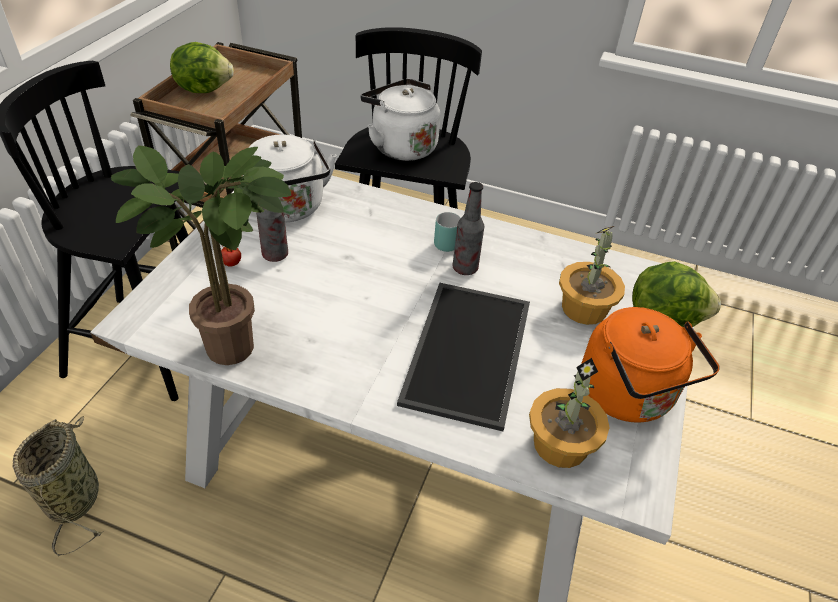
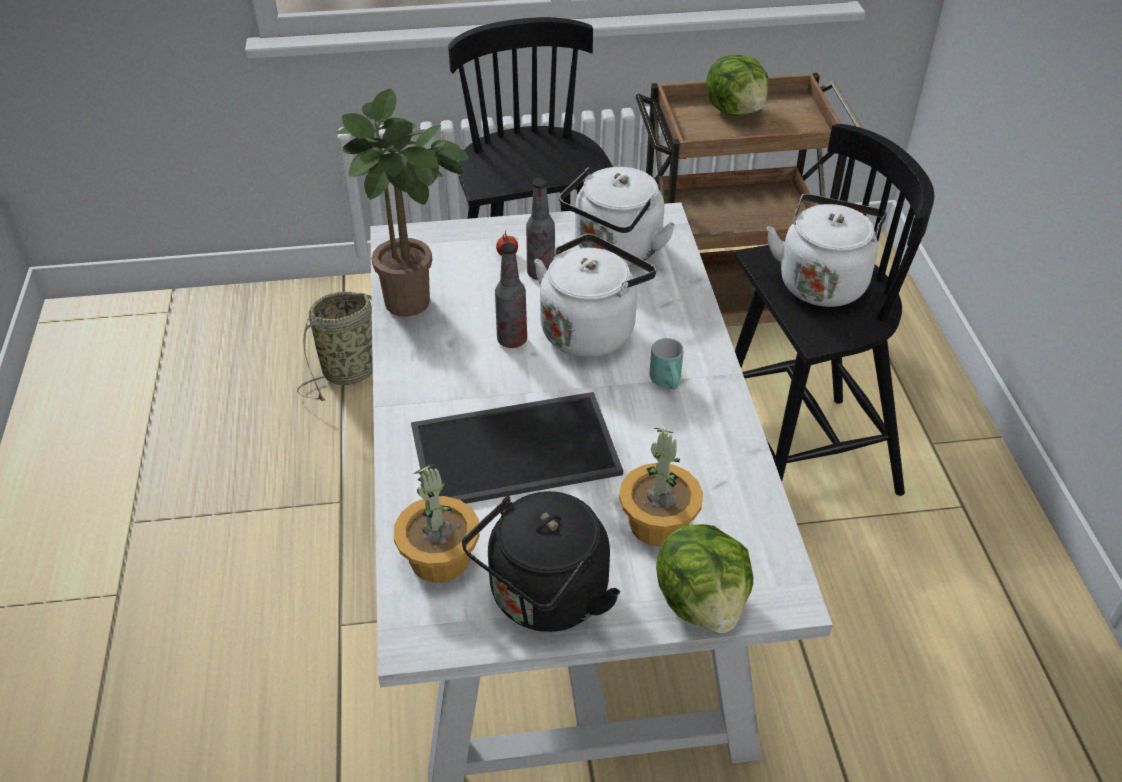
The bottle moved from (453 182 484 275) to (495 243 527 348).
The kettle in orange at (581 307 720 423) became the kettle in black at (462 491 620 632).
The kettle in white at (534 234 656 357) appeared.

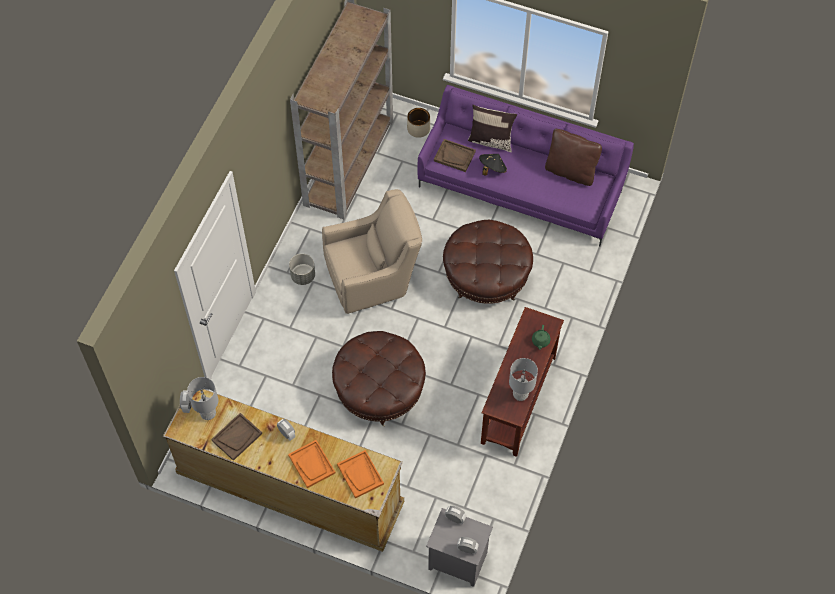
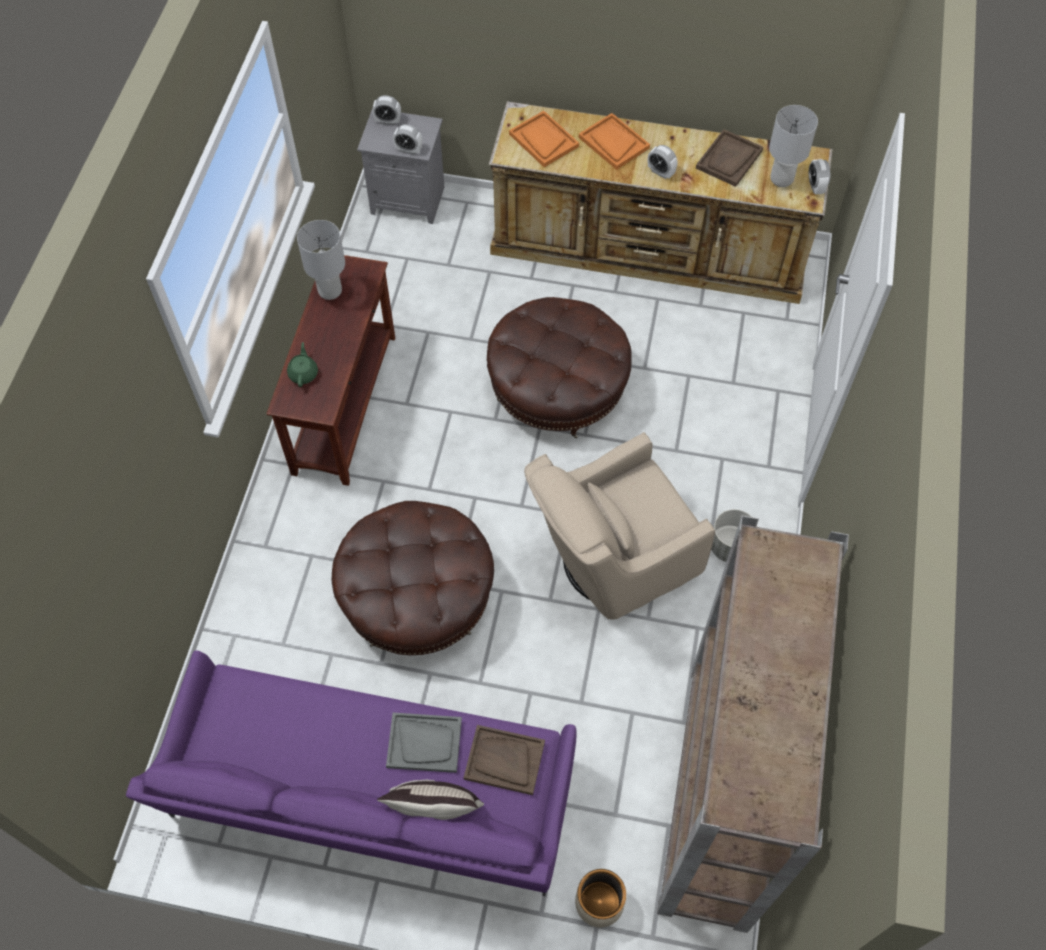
The hat in black at (479 154 507 175) was replaced by the tray in grey at (386 713 462 773).
The pillow in brown at (545 129 602 186) disappeared.

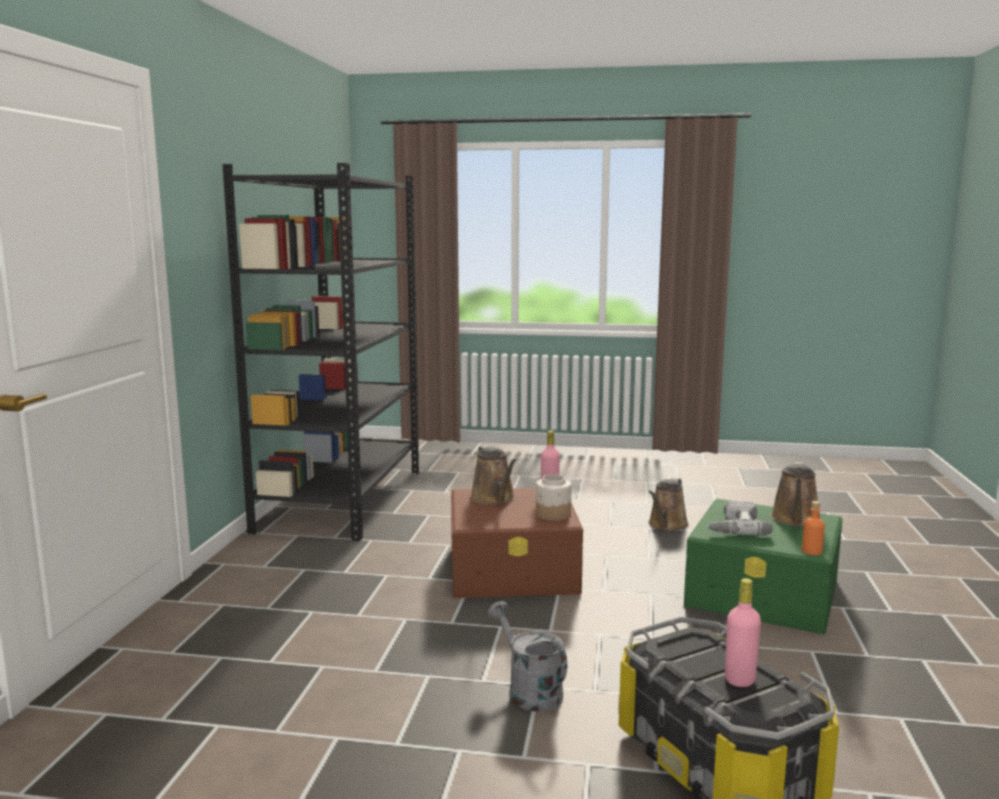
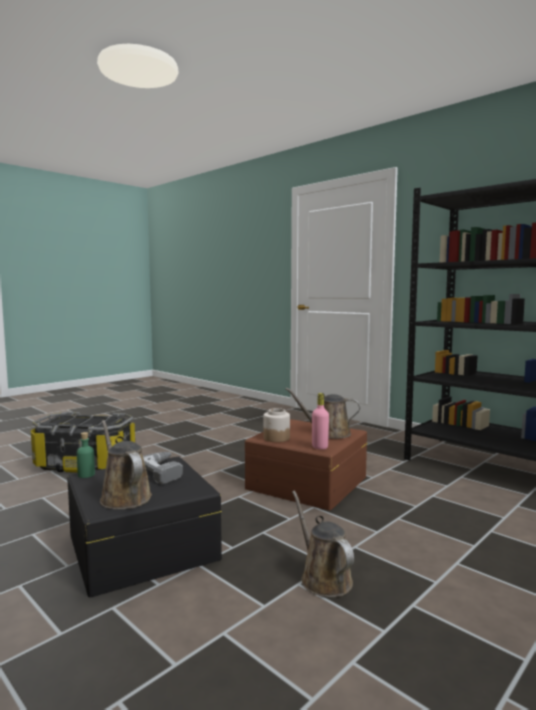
The watering can in grey at (488 601 567 712) disappeared.
The storage box in green at (684 499 843 634) became the storage box in black at (67 456 222 597).
The bottle in pink at (725 578 761 687) disappeared.
The bottle in orange at (802 501 825 555) became the bottle in green at (77 432 95 478).

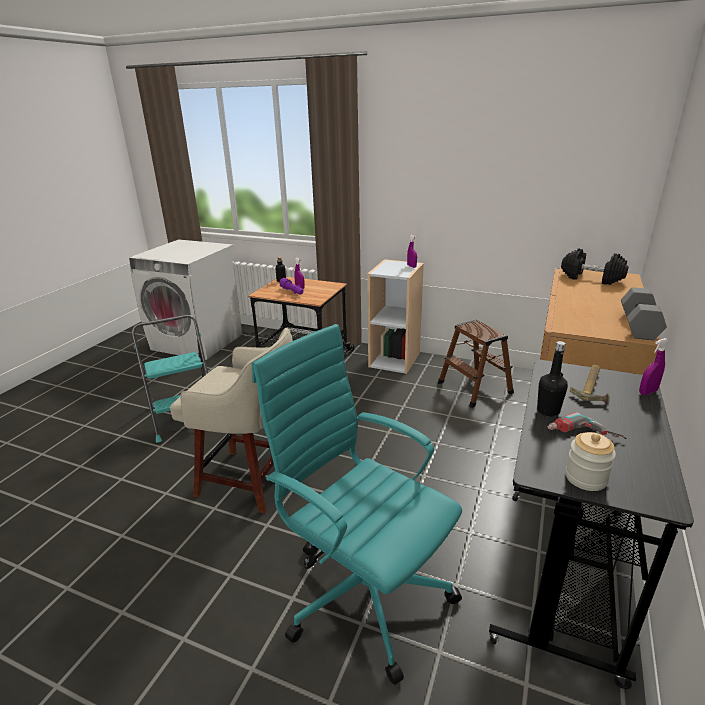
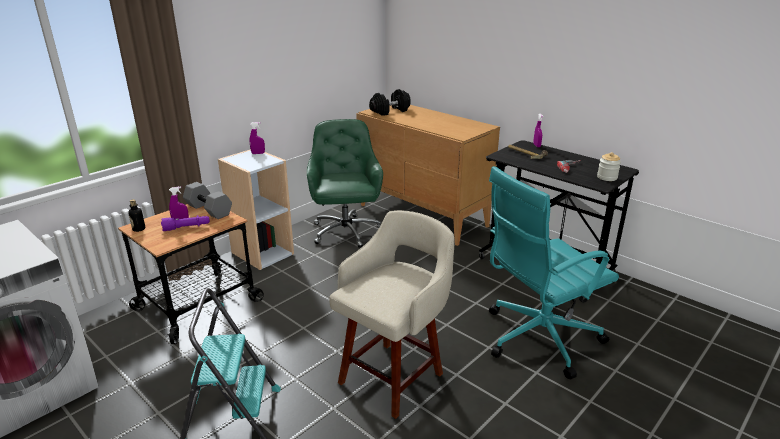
The step ladder in brown at (438 320 514 408) was replaced by the office chair in green at (307 119 383 248).
The bottle in black at (537 341 568 417) disappeared.
The dumbbell in grey moved from (621 287 667 340) to (183 182 232 219).

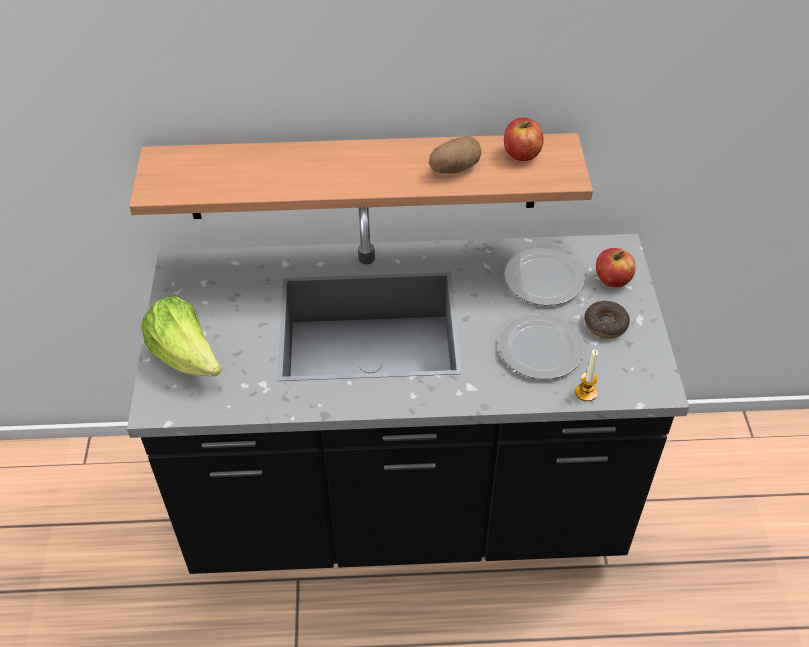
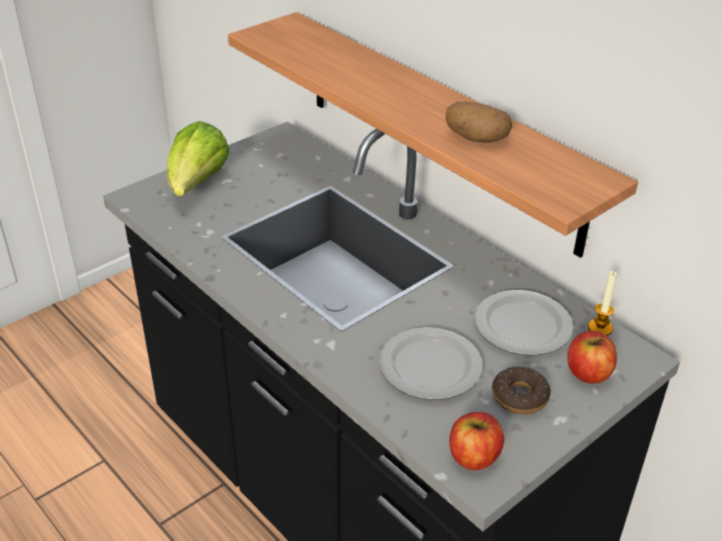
The apple moved from (504 117 544 161) to (449 412 504 470).
The candle moved from (575 350 598 401) to (588 271 617 336).

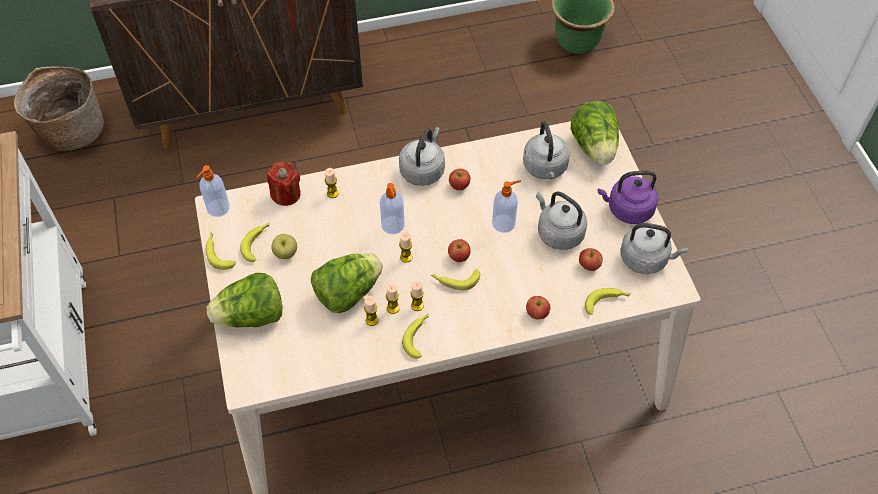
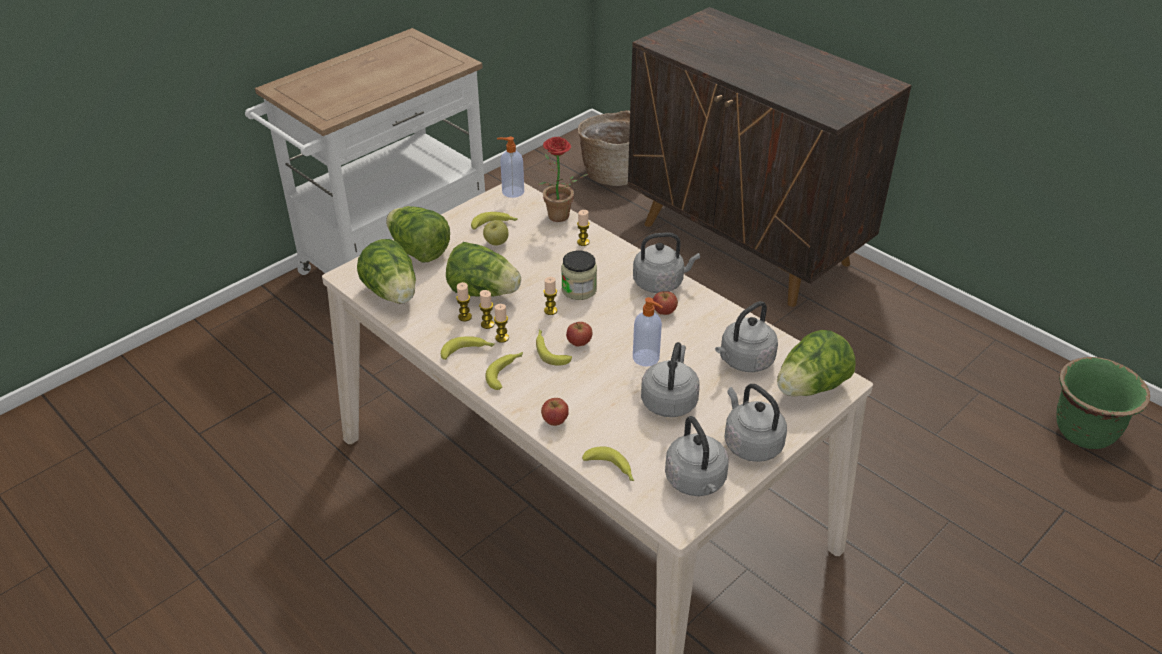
The banana moved from (206 232 236 270) to (485 352 523 390).
The candle in red at (267 162 301 206) was replaced by the potted plant at (538 137 588 222).
The soap dispenser at (380 183 405 234) was replaced by the jar at (561 251 597 300).
The apple at (579 248 603 271) disappeared.
The kettle in purple at (598 170 658 224) became the kettle in grey at (724 384 787 462).
The lettuce at (357 239 416 304) appeared.

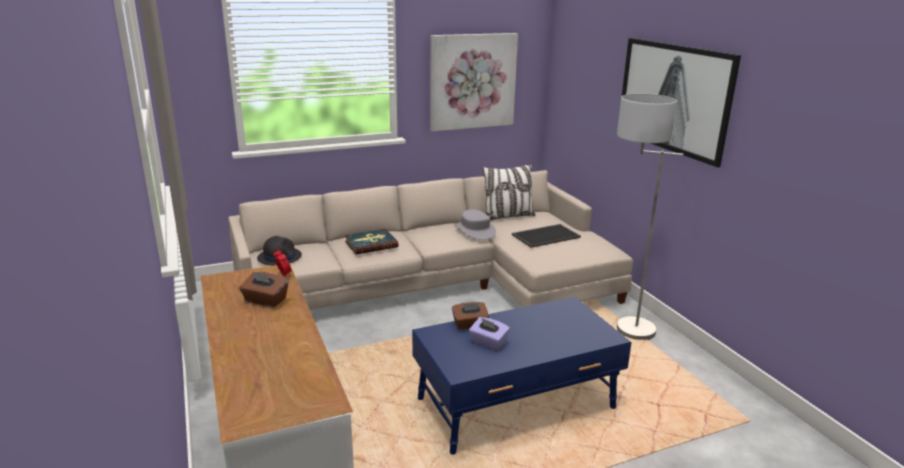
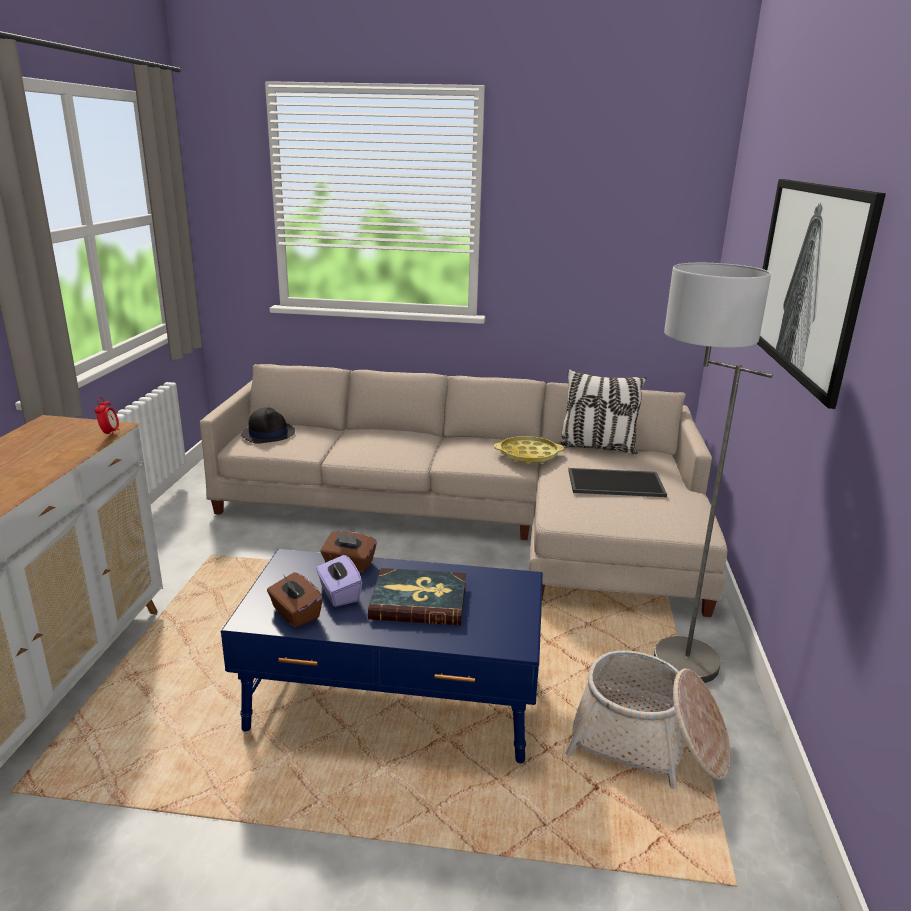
The tissue box in brown moved from (239 271 289 307) to (267 572 323 627).
The book moved from (345 229 398 255) to (368 568 466 625).
The picture at (430 33 518 131) disappeared.
The hat in grey at (455 209 496 240) was replaced by the tray in yellow at (494 436 564 464).
The basket at (565 650 731 789) appeared.

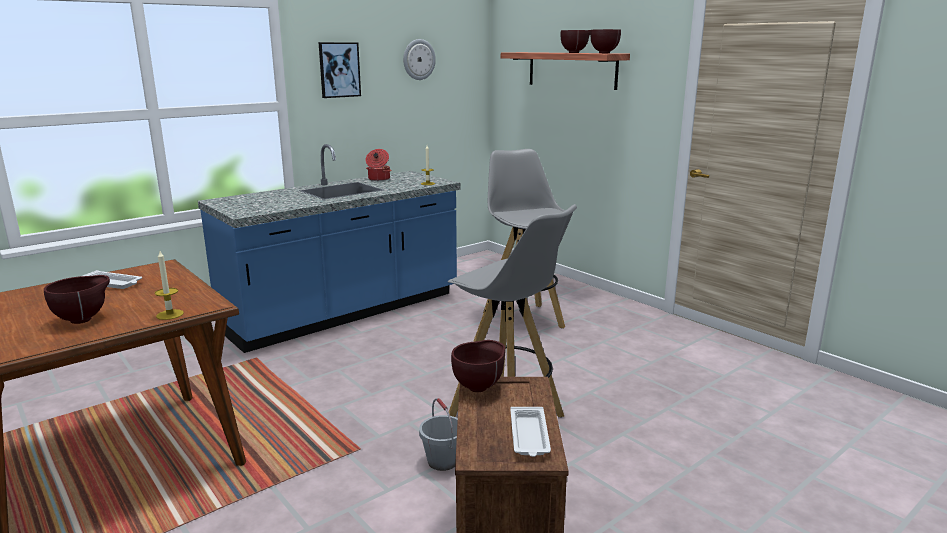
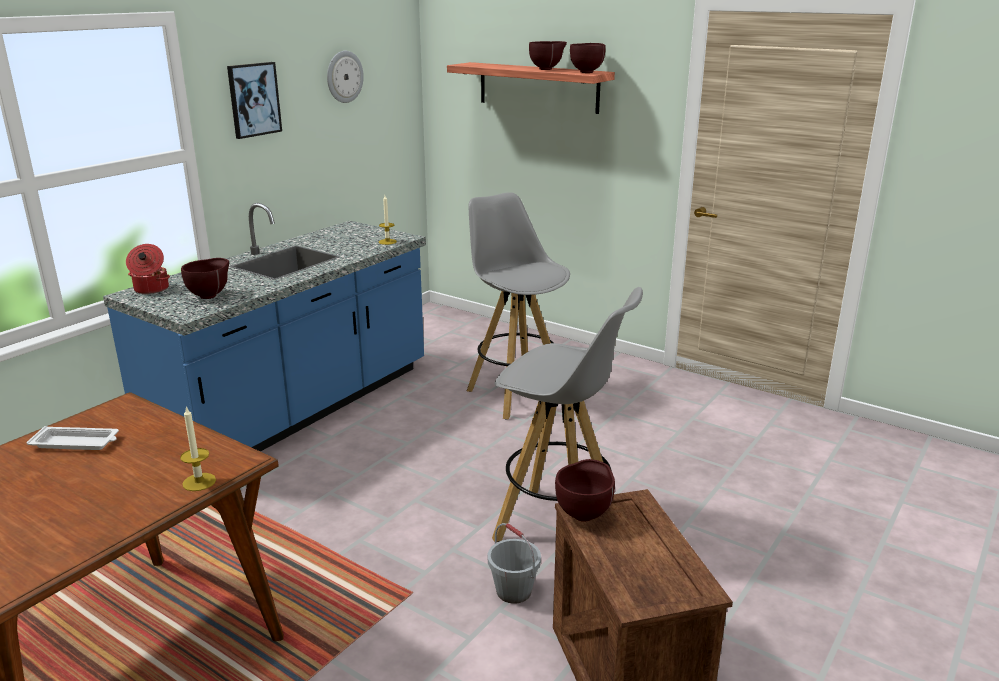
The bowl in brown moved from (44 275 110 324) to (181 258 229 299).
The cooking pot moved from (365 149 392 181) to (126 244 170 294).
The tray in white at (510 407 551 457) disappeared.

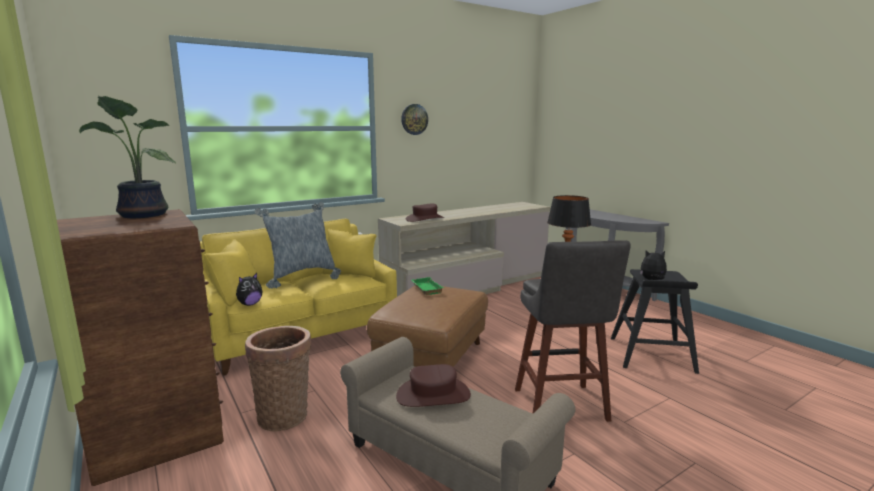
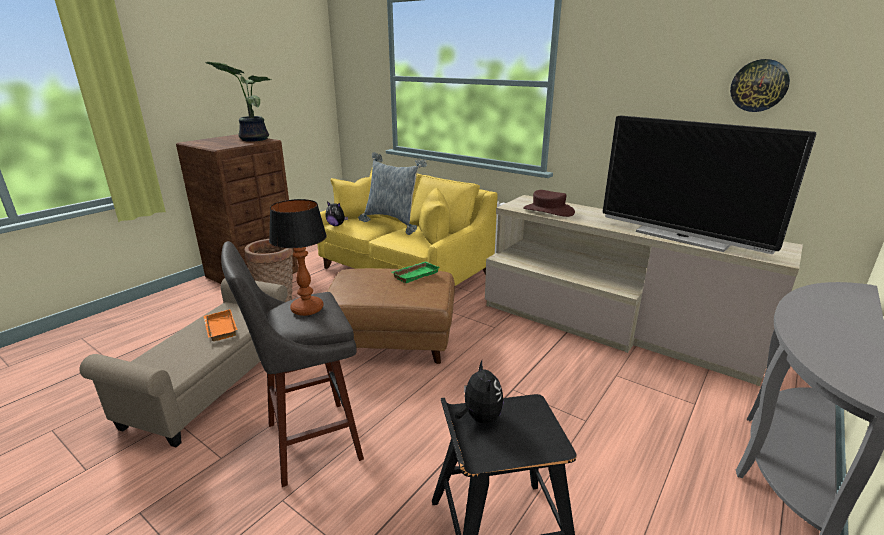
The hat in brown at (396 364 471 407) was replaced by the tray in orange at (203 309 237 341).
The wall clock moved from (401 104 428 135) to (730 59 790 112).
The television at (603 115 816 254) appeared.

